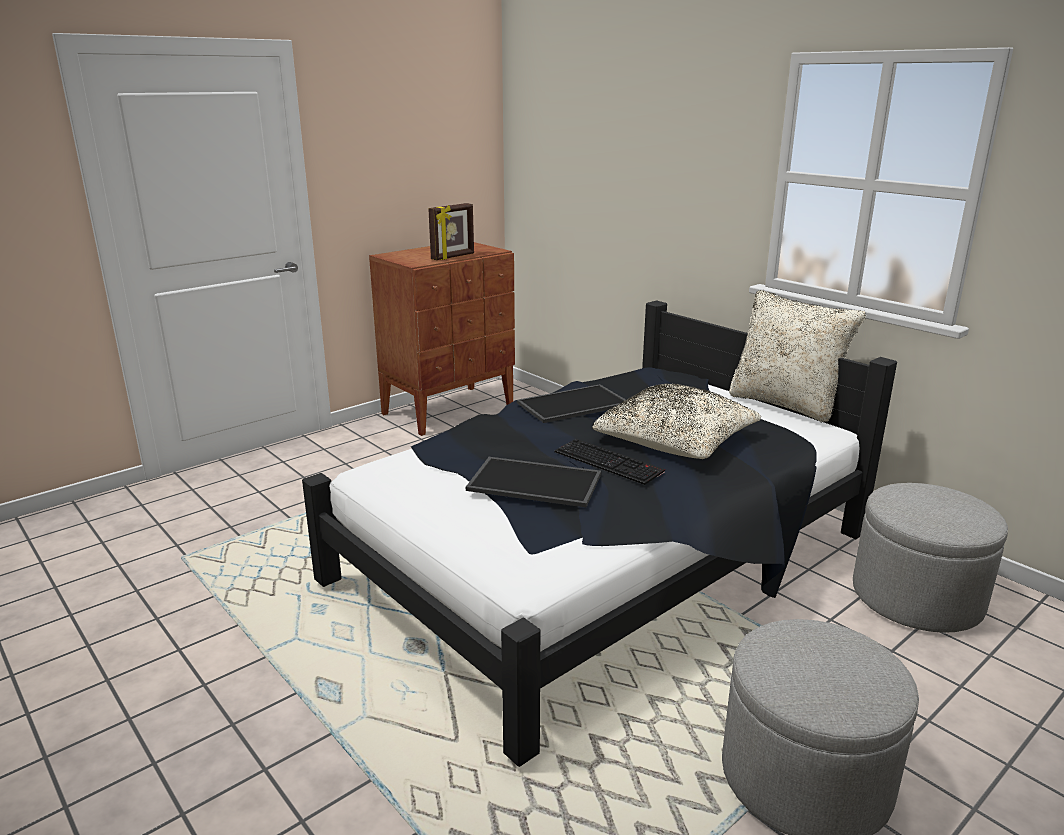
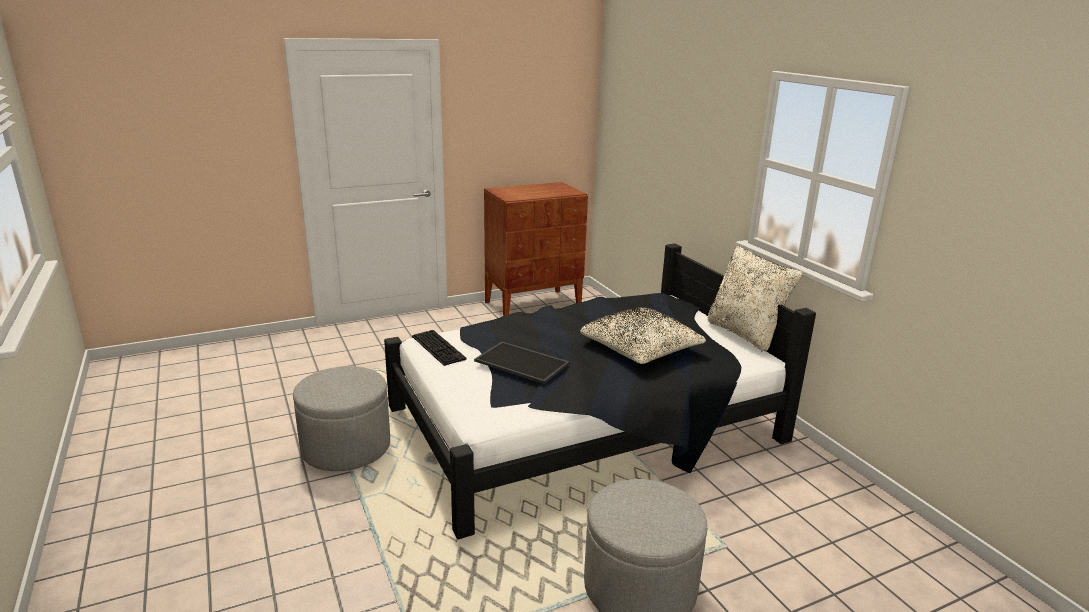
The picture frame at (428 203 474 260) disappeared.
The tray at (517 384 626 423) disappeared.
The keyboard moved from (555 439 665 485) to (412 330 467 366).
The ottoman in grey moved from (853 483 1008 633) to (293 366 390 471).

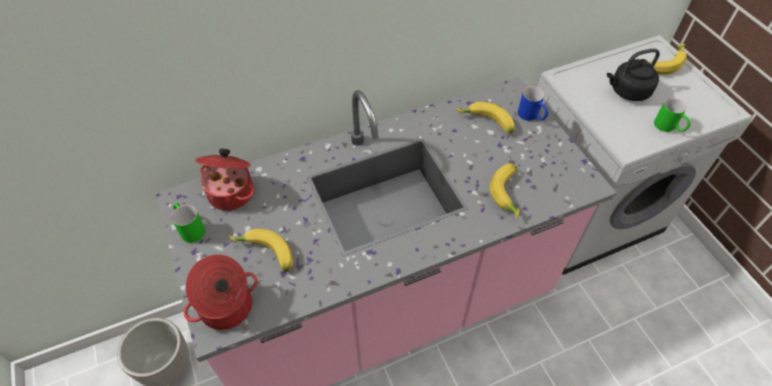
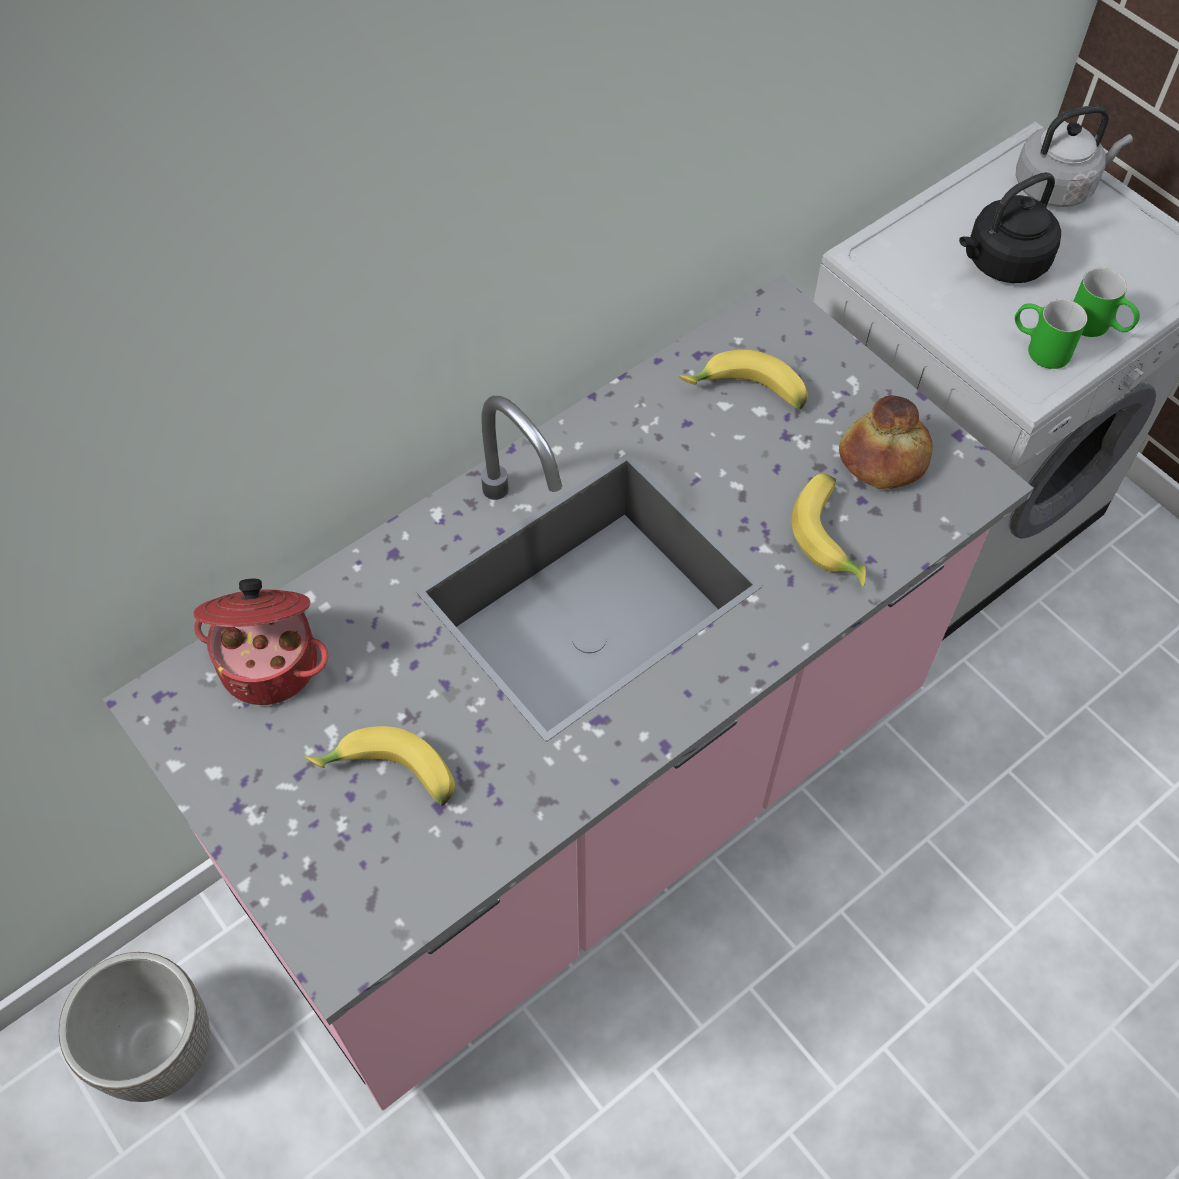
The mug in green moved from (171 203 205 243) to (1015 299 1087 369).
The cooking pot at (184 255 258 330) disappeared.
The mug in blue at (518 87 549 121) disappeared.
The banana at (649 44 687 75) was replaced by the kettle in grey at (1016 105 1133 207).
The bread at (839 395 933 489) appeared.

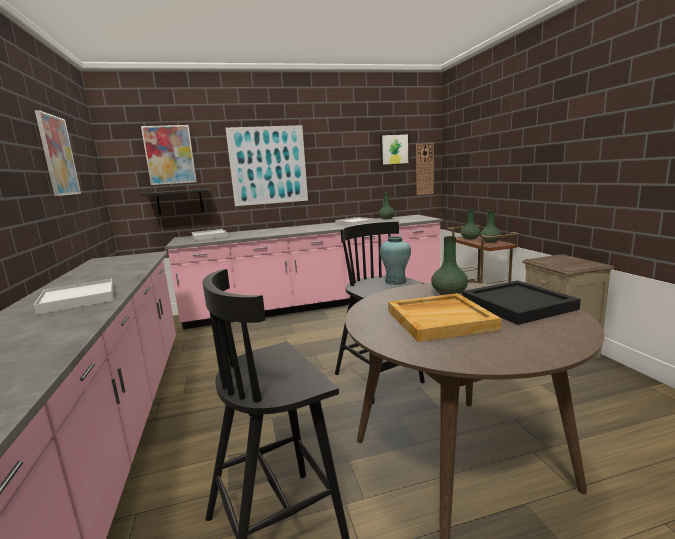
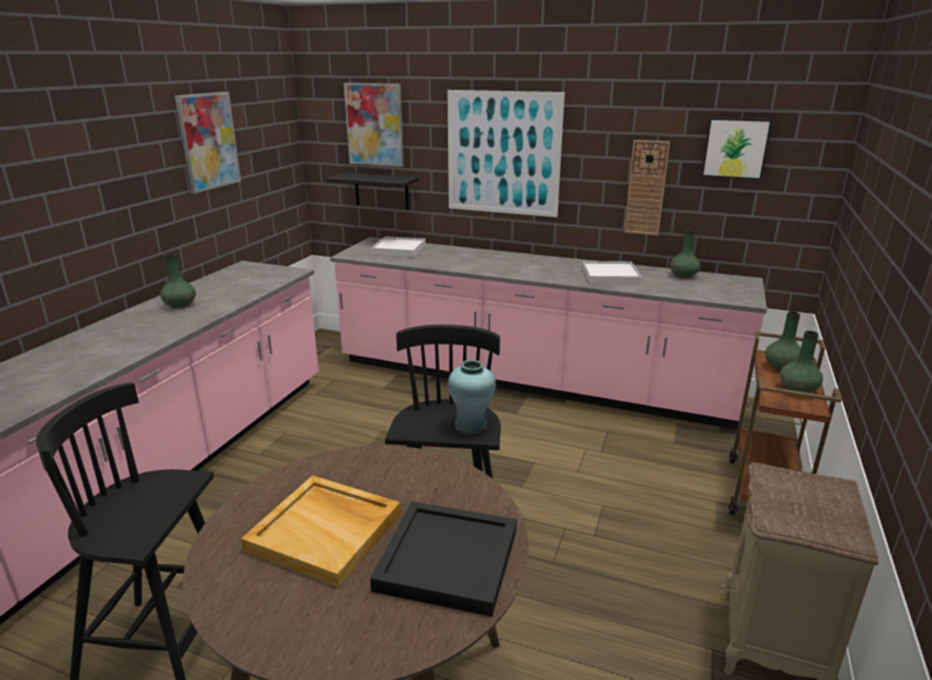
The tray in white at (34 279 114 315) disappeared.
The wall clock moved from (416 143 434 195) to (624 140 670 236).
The vase in green moved from (431 236 468 295) to (160 253 196 308).

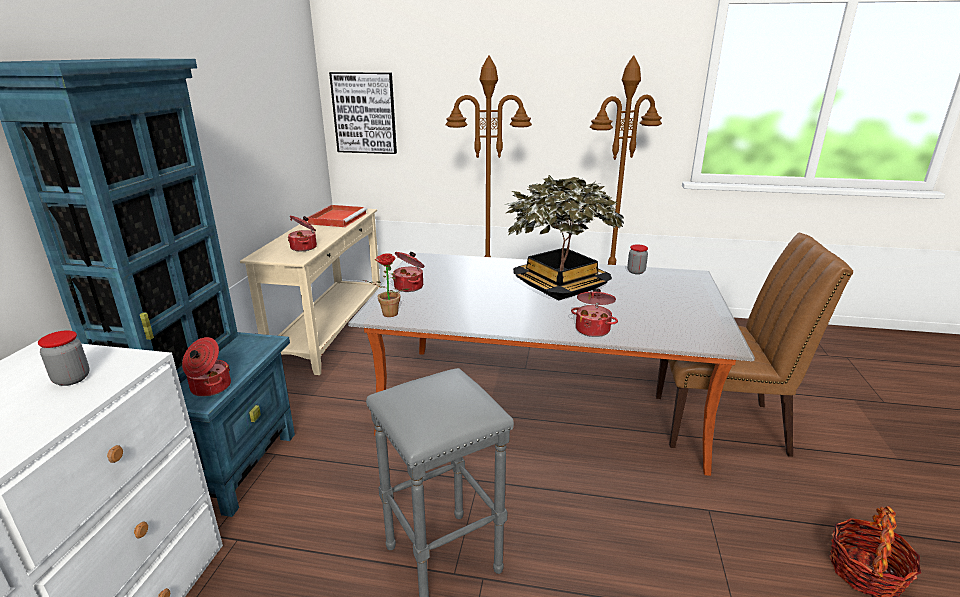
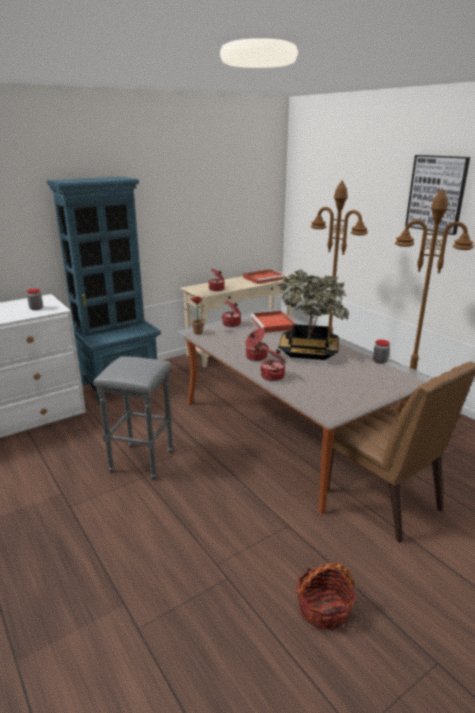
The cooking pot moved from (182 337 231 397) to (245 328 268 361).
The picture moved from (329 72 397 154) to (405 155 470 235).
The tray in red at (251 311 295 333) appeared.

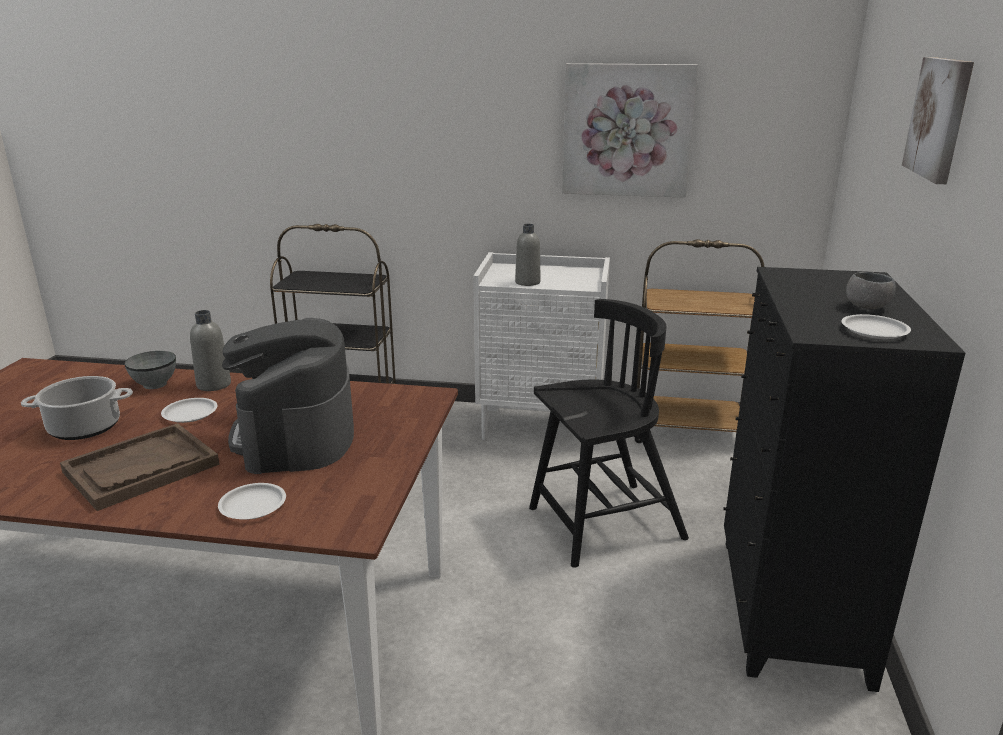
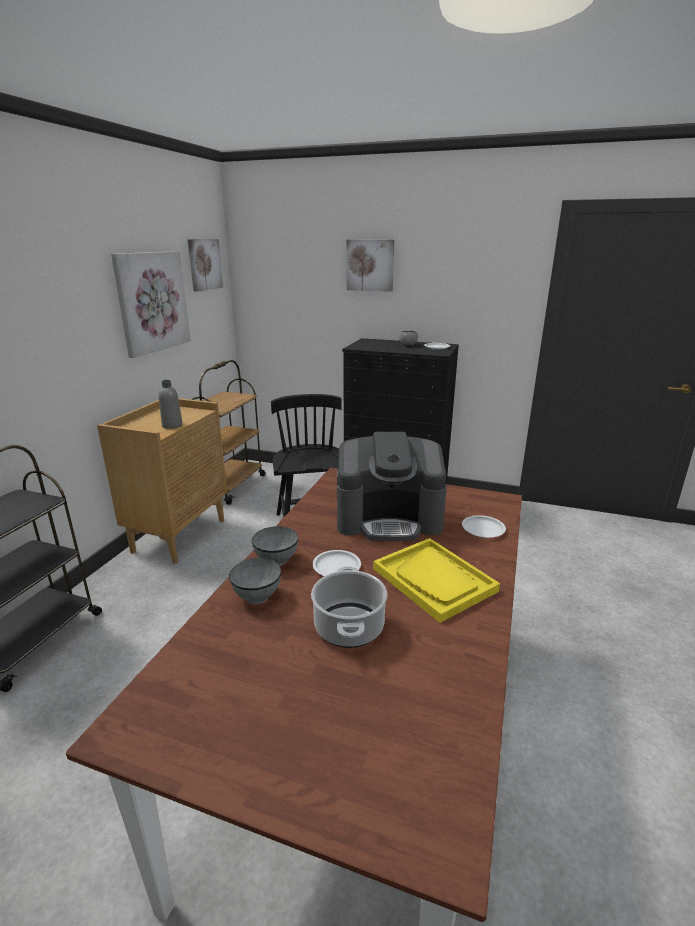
The tray in brown at (60 423 219 511) became the tray in yellow at (373 538 500 623).
The bottle in grey at (190 310 231 391) was replaced by the bowl in grey at (252 526 298 566).
The cabinet in white at (473 252 610 440) became the cabinet in brown at (97 398 227 564).
The picture at (188 239 223 292) appeared.

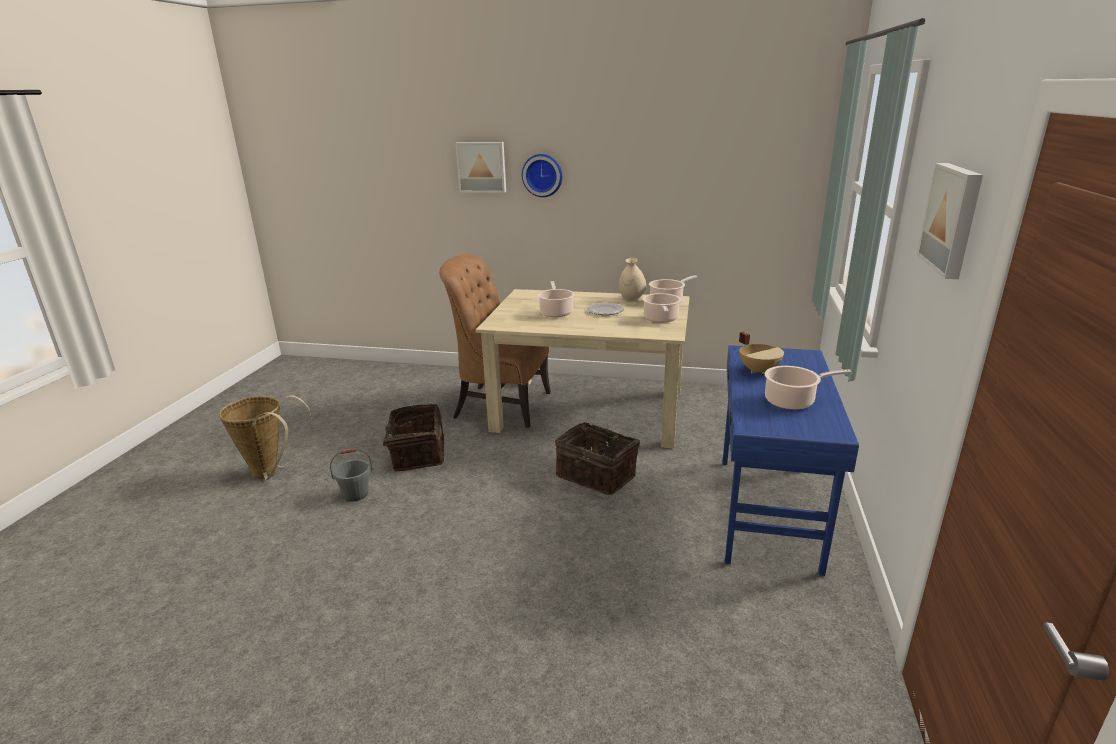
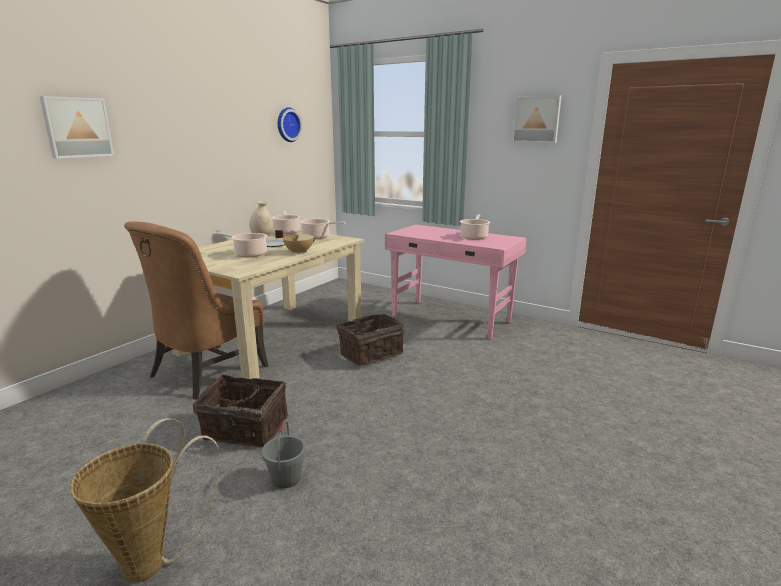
The wall clock moved from (522 154 562 197) to (278 107 302 142).
The console table in blue at (723 345 859 576) became the console table in pink at (385 224 526 340).
The cooking pot in beige moved from (739 332 784 374) to (275 230 317 254).

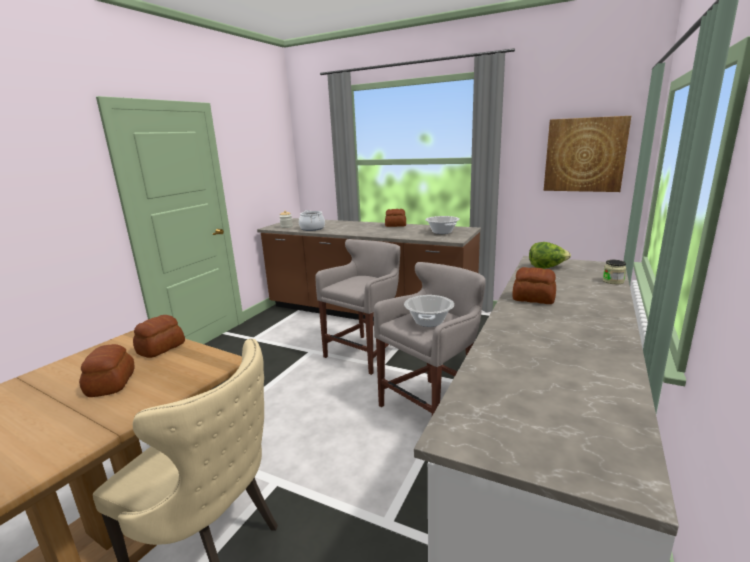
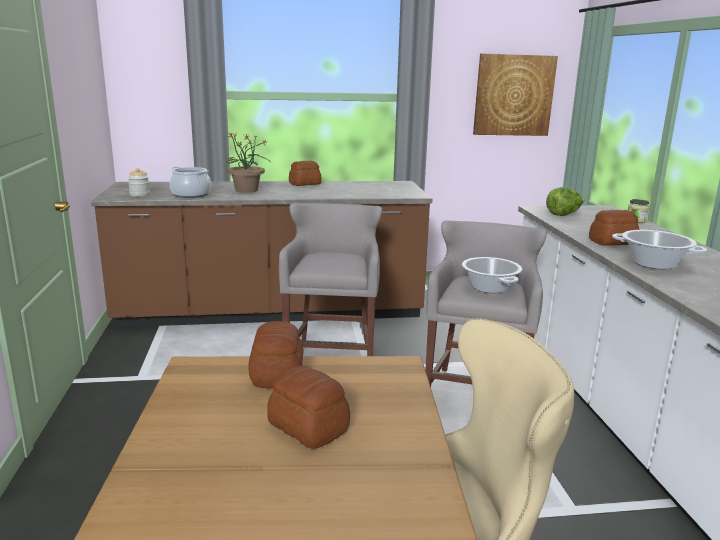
The cooking pot moved from (425 216 460 234) to (612 230 707 269).
The potted plant at (224 133 268 193) appeared.

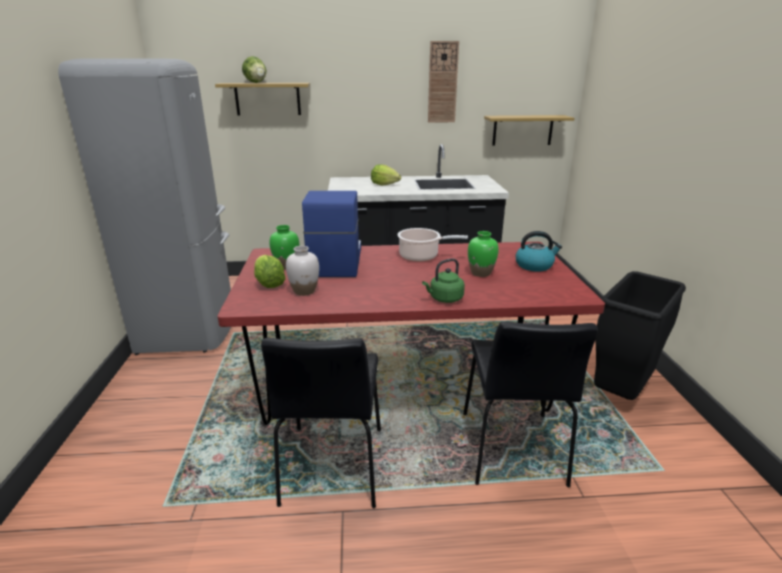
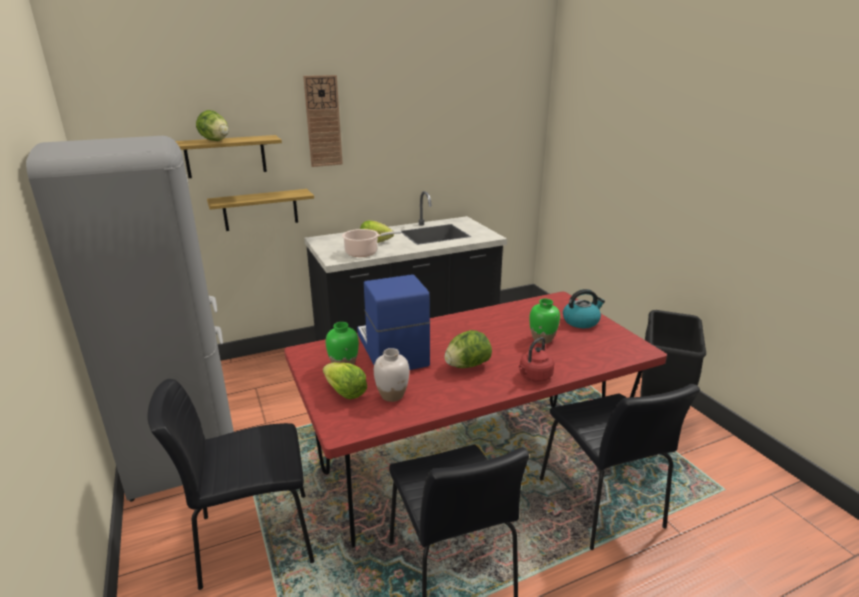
The cooking pot moved from (397 228 468 262) to (342 229 401 257).
The kettle in green at (422 258 465 303) became the kettle in red at (519 337 554 382).
The wall clock moved from (428 41 459 123) to (303 75 343 167).
The shelf moved from (484 115 574 146) to (207 189 314 231).
The chair in black at (147 379 315 590) appeared.
The lettuce at (444 330 492 368) appeared.

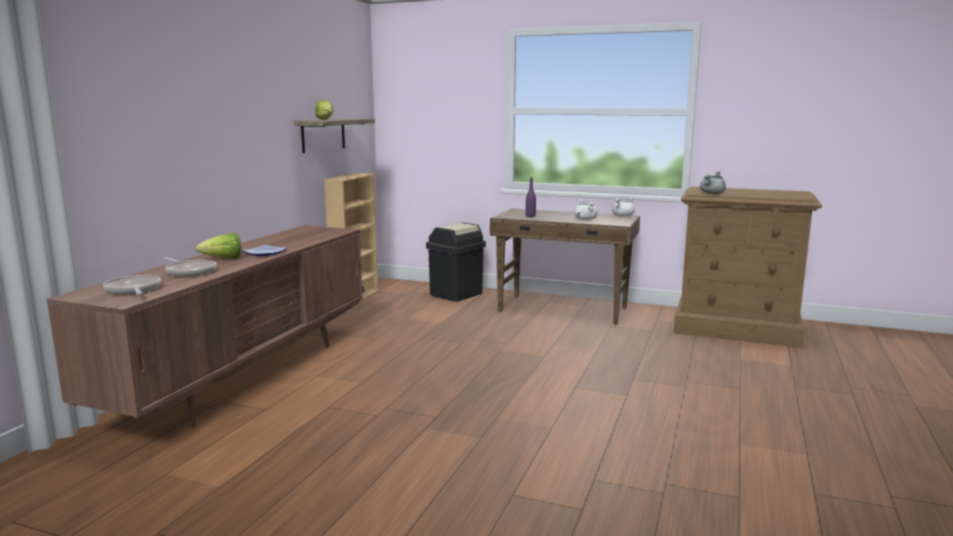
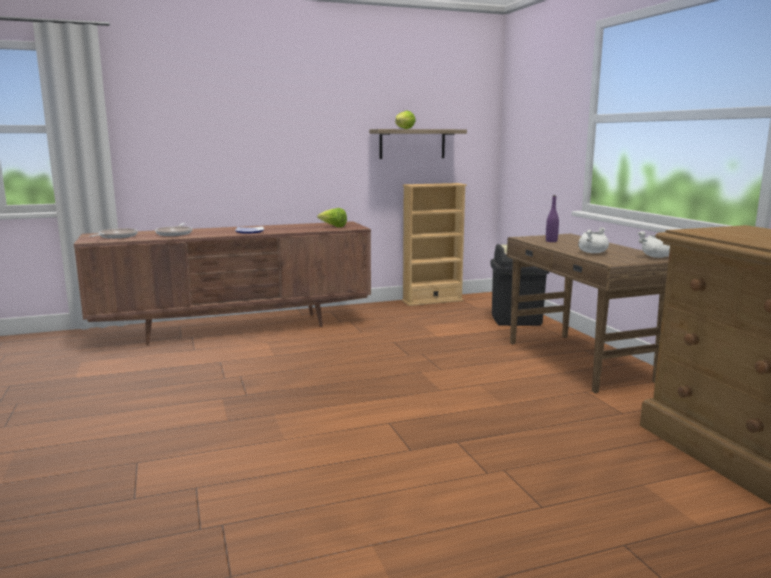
The lettuce moved from (195 233 241 259) to (317 208 347 227).
The cooking pot in grey at (700 171 726 194) disappeared.

